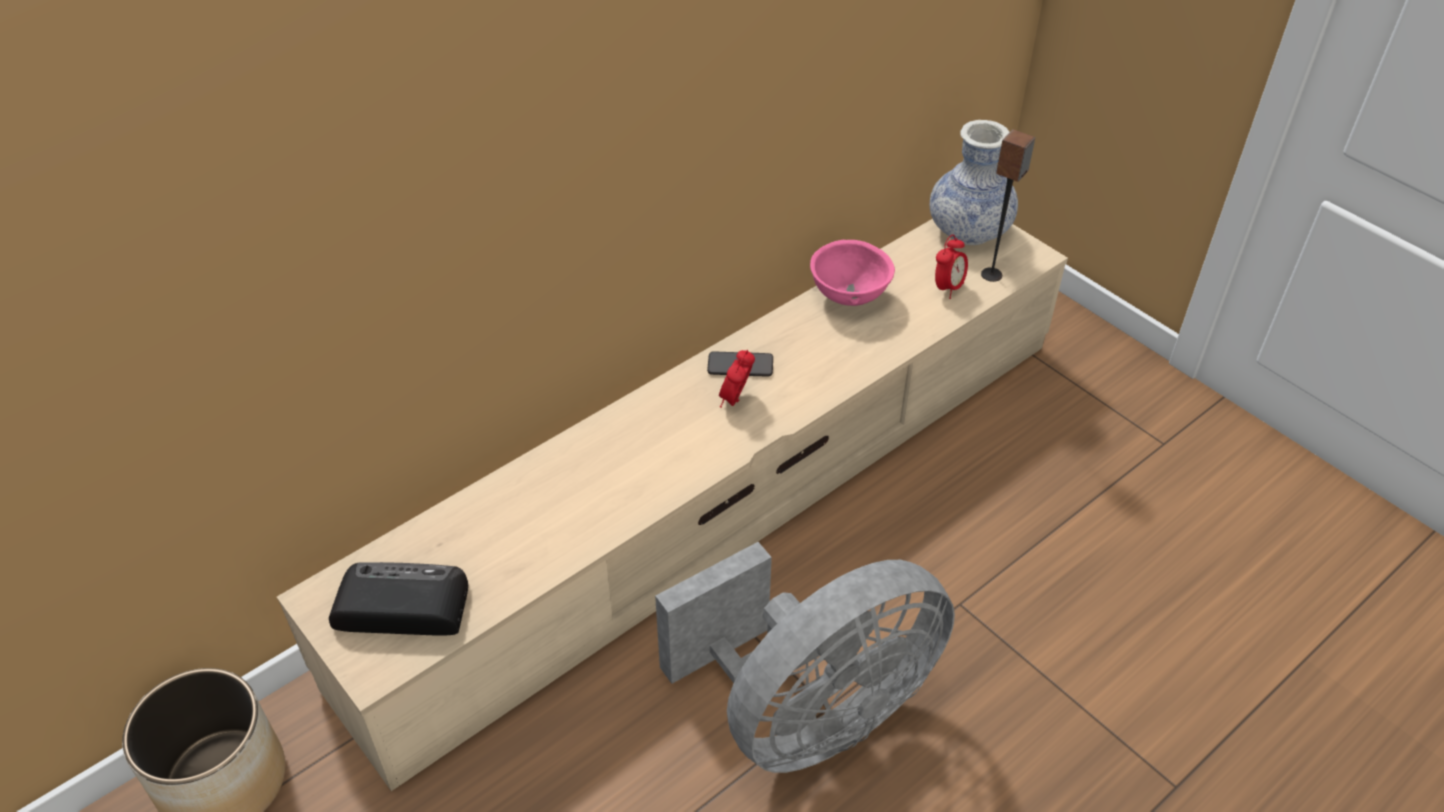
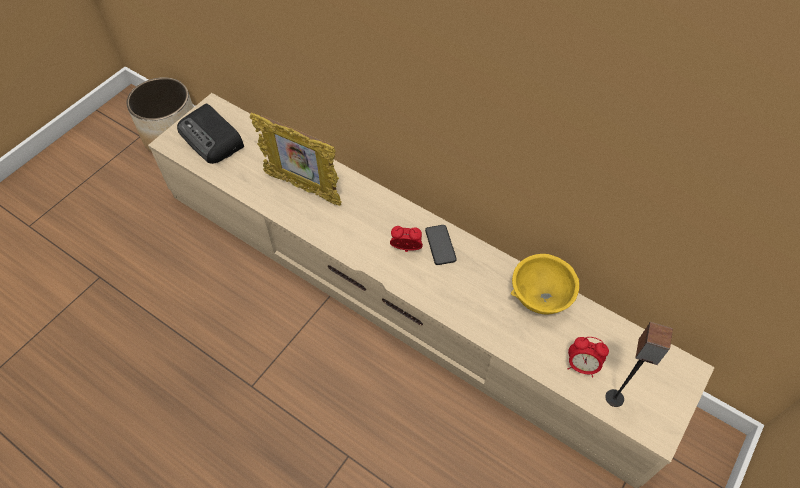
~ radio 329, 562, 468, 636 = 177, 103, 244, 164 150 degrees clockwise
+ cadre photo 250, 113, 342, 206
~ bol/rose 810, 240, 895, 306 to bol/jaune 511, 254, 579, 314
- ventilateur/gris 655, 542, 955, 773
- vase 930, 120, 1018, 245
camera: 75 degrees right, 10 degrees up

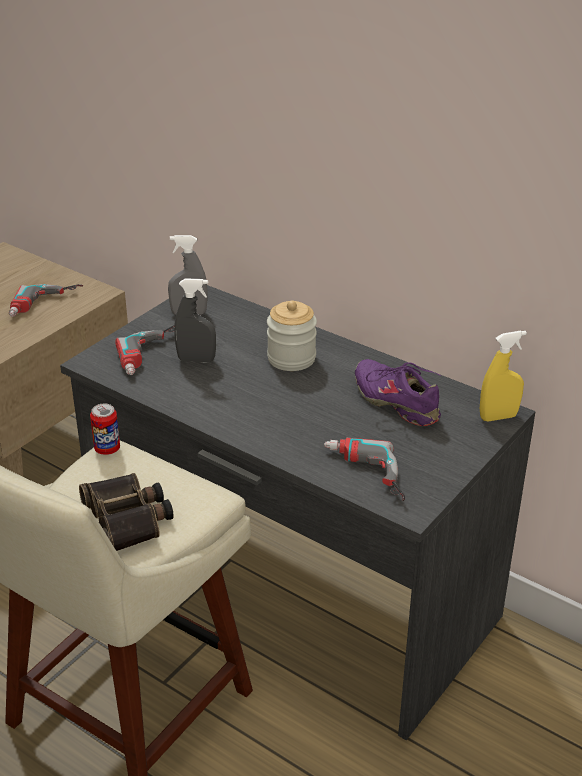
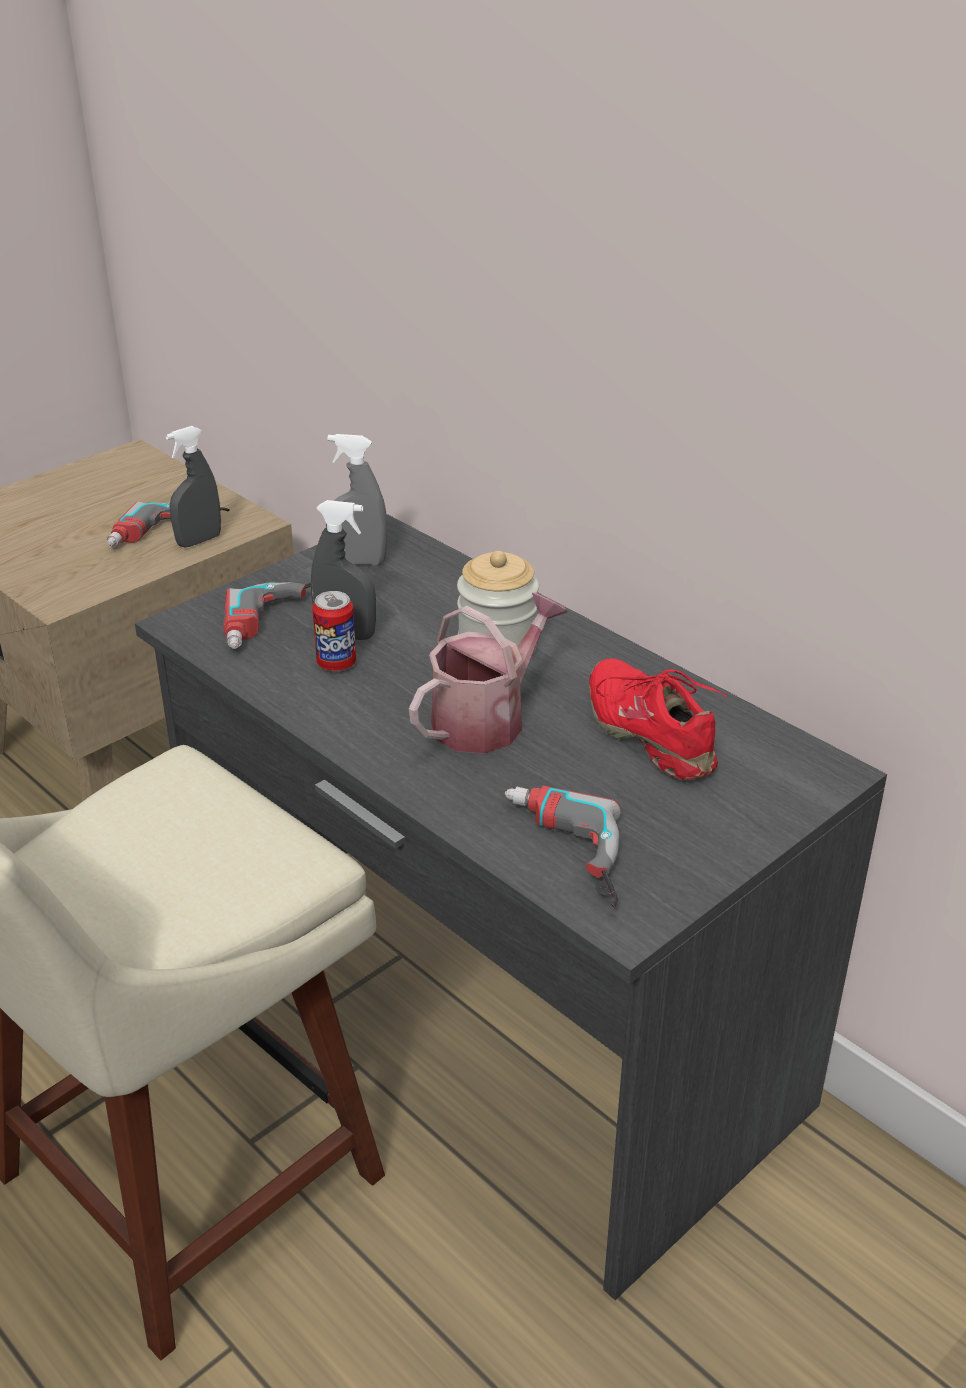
+ vaporisateur/gris 166, 426, 221, 548
~ boîte métallique 90, 404, 120, 455 to 312, 591, 356, 671
+ arrosoir 409, 593, 568, 754
~ chaussure/violet 355, 359, 441, 426 to chaussure/rouge 589, 658, 728, 780
- jumelles 79, 473, 174, 551
- vaporisateur/jaune 480, 331, 527, 422
camera: 10 degrees right, 0 degrees up

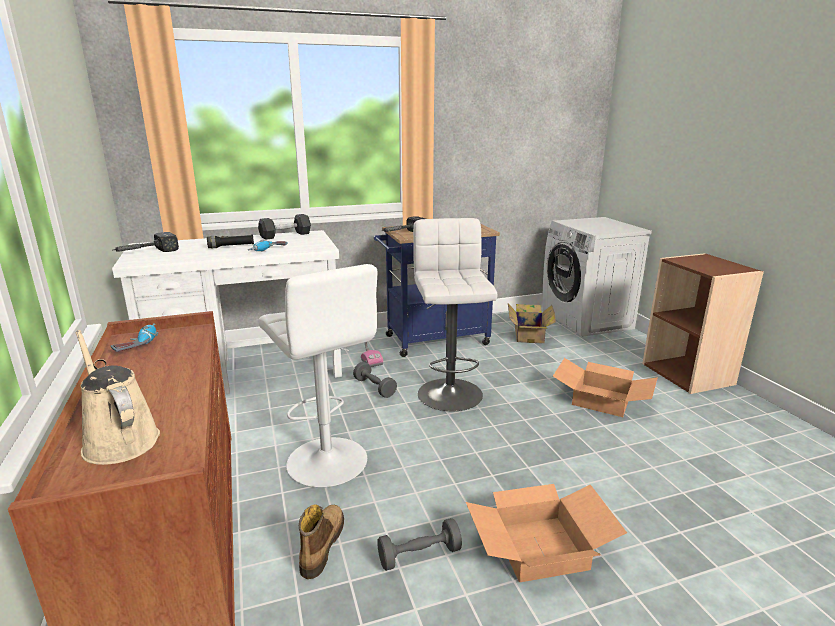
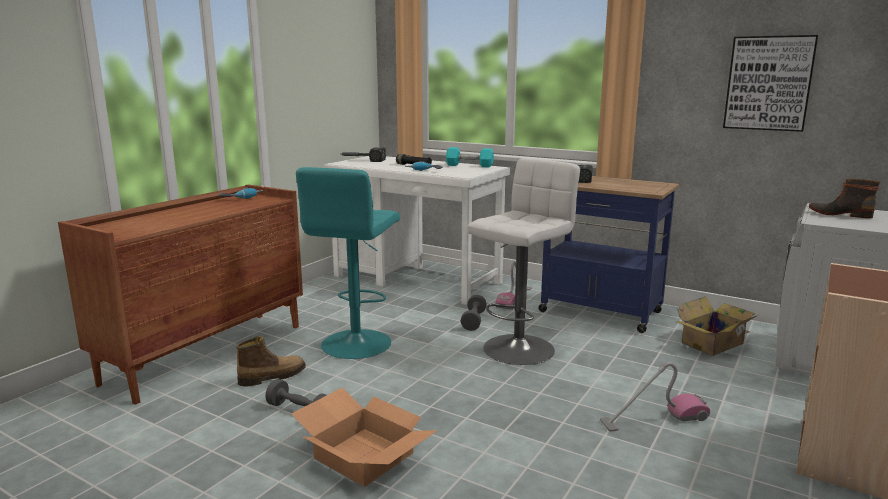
~ tabouret/blanc 259, 264, 377, 487 to tabouret/turquoise 296, 167, 400, 359
~ haltère/gris 258, 214, 311, 240 to haltère/turquoise 446, 147, 494, 167
~ carton 553, 358, 658, 417 to aspirateur 600, 362, 710, 432
+ tableau 723, 35, 818, 132
+ botte 809, 179, 880, 218
- arrosoir/beige 76, 330, 160, 465
camera: 50 degrees right, 5 degrees down

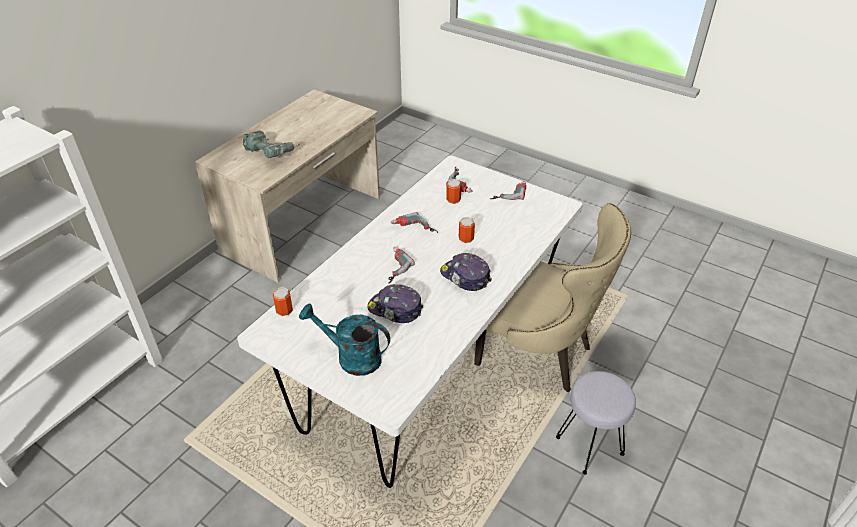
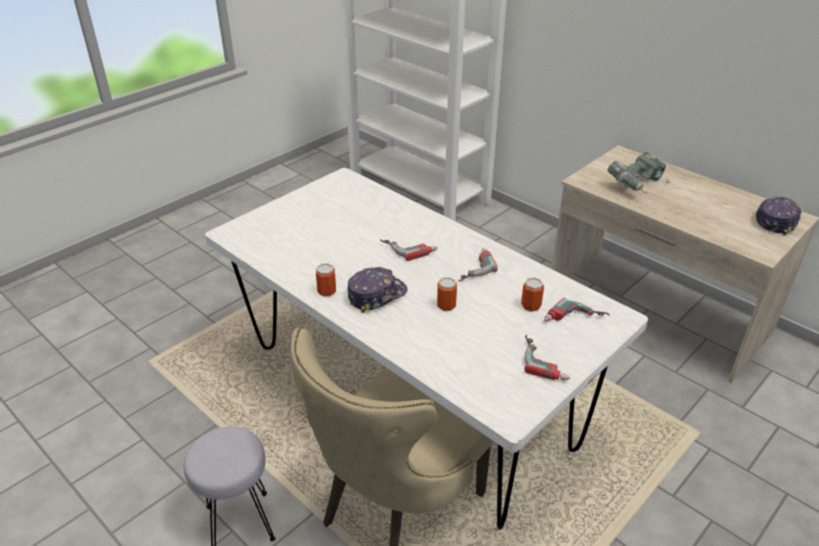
~ boîte métallique 273, 287, 293, 316 to 316, 263, 336, 297
~ casquette 367, 284, 423, 323 to 756, 197, 802, 236
- arrosoir/turquoise 299, 304, 390, 376
camera: 100 degrees right, 5 degrees down

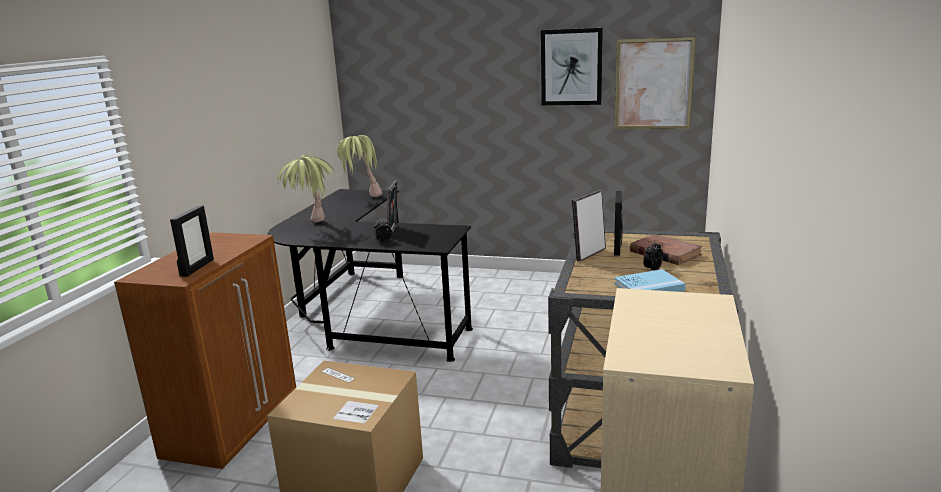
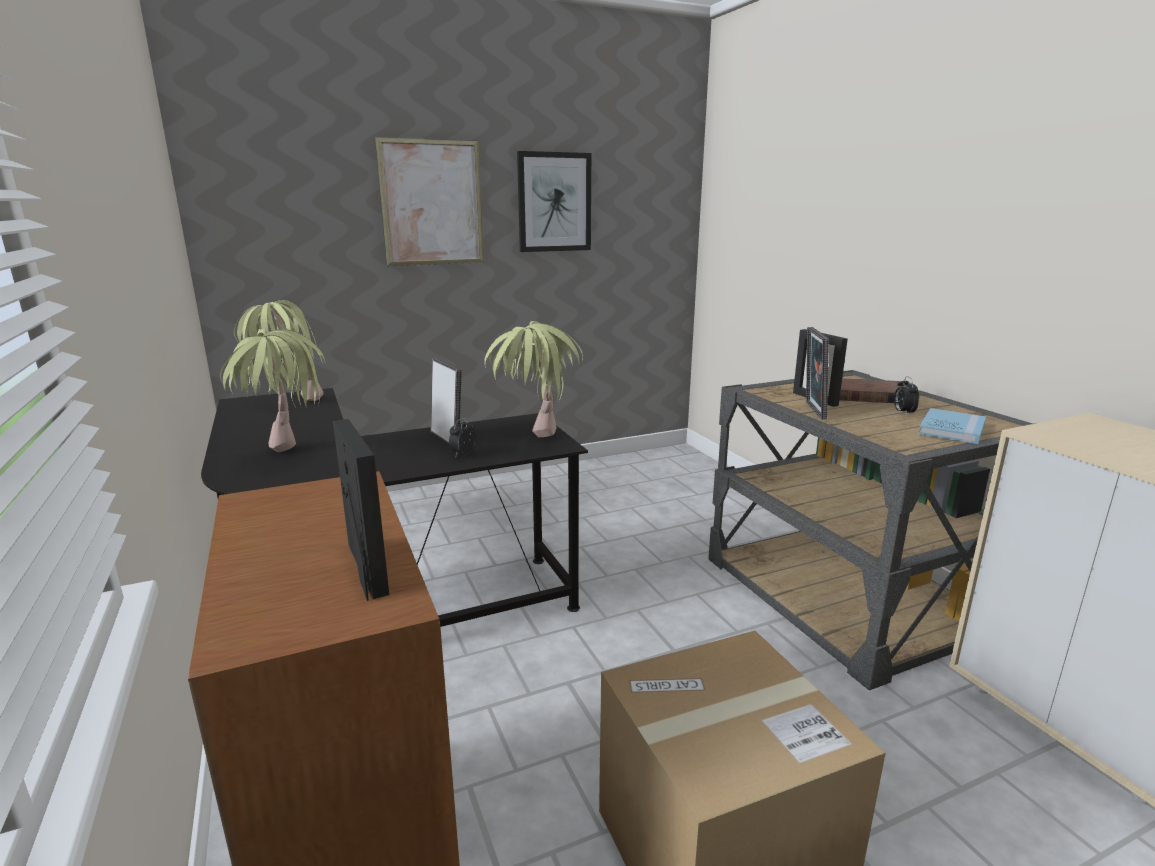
~ tableau 614, 37, 696, 129 to 375, 137, 484, 266
+ plante en pot 484, 321, 583, 437
camera: 40 degrees left, 0 degrees up

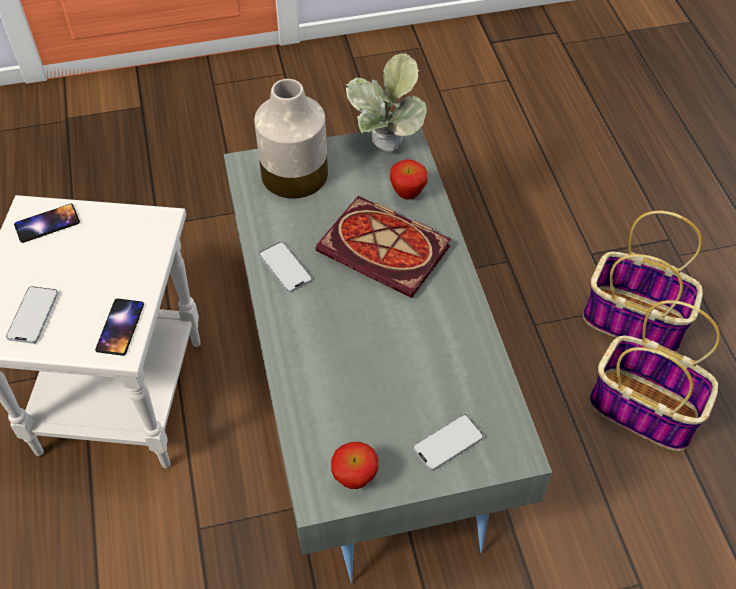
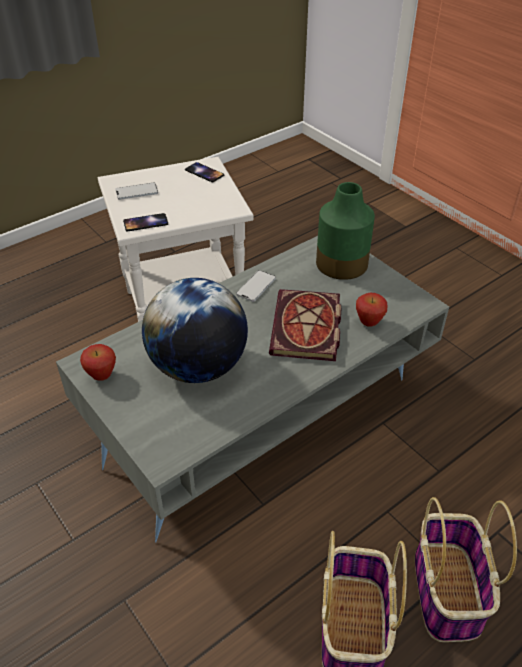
+ globe 142, 278, 248, 383
~ vase/beige 254, 79, 328, 198 to vase/vert 316, 182, 375, 280
- plante en pot 346, 53, 427, 151
- téléphone 413, 414, 484, 471
camera: 65 degrees right, 10 degrees down

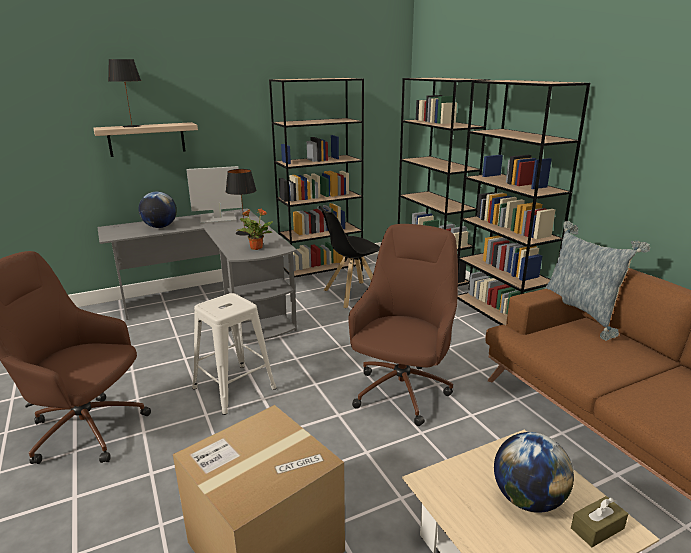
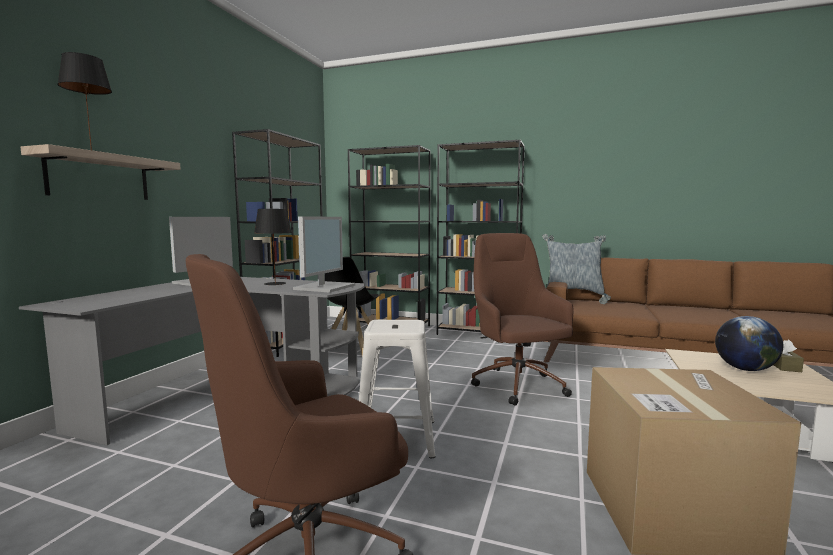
~ plante en pot 237, 208, 273, 250 to écran d'ordinateur 293, 216, 355, 293
- globe 138, 192, 177, 228
camera: 45 degrees left, 15 degrees down

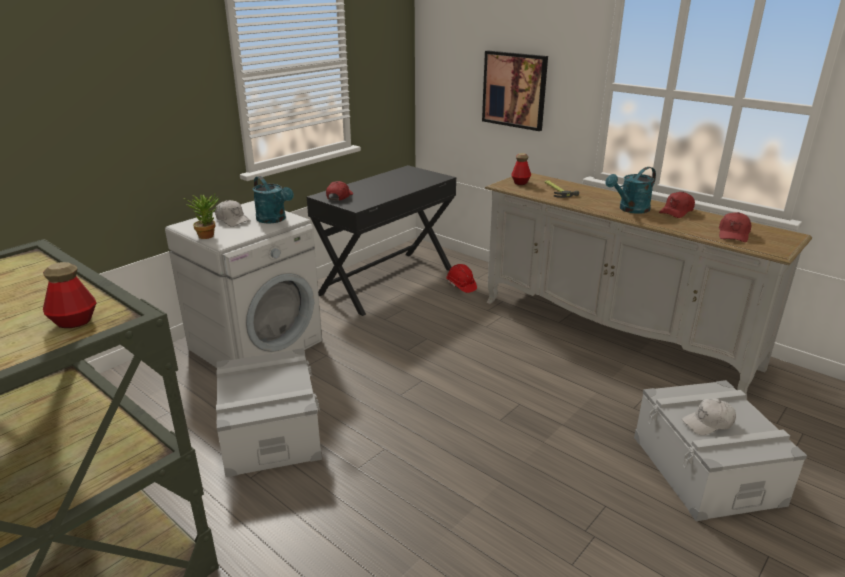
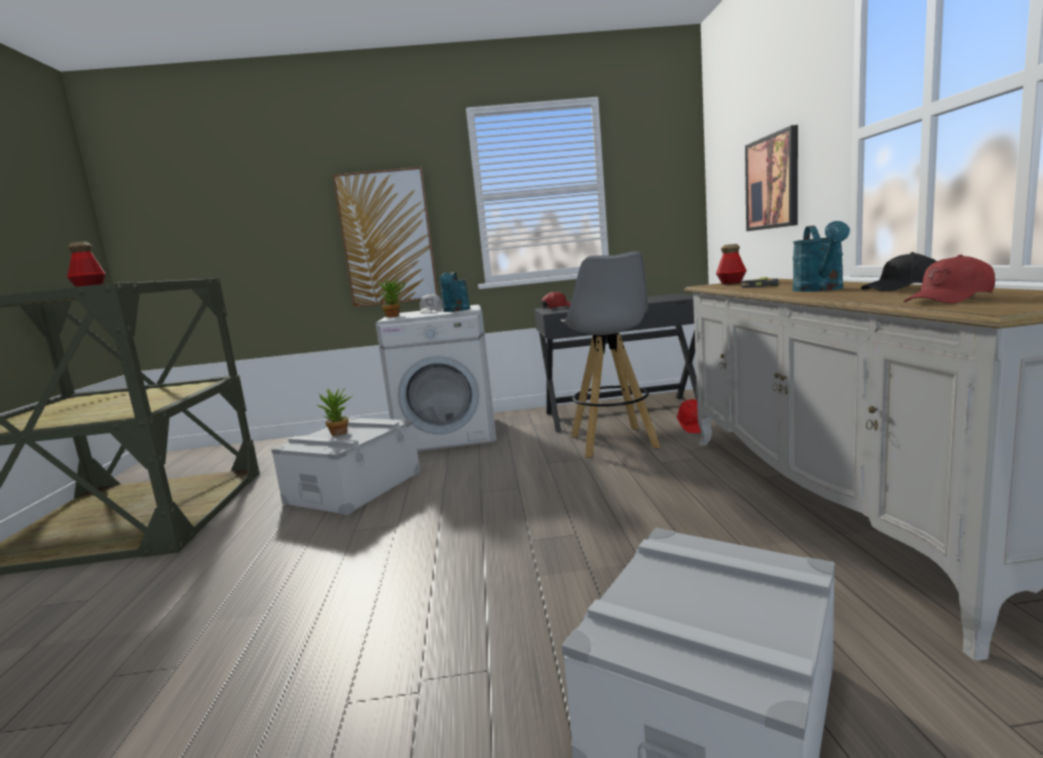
+ plante en pot 317, 388, 353, 436
+ tableau 333, 167, 438, 307
+ tabouret/gris 560, 251, 660, 458
~ arrosoir/turquoise 606, 167, 656, 214 = 792, 221, 850, 292 90 degrees counterclockwise
~ casquette/rouge 659, 192, 695, 218 to casquette/noir 861, 252, 937, 292
- casquette/blanc 682, 398, 736, 435
camera: 45 degrees right, 15 degrees down

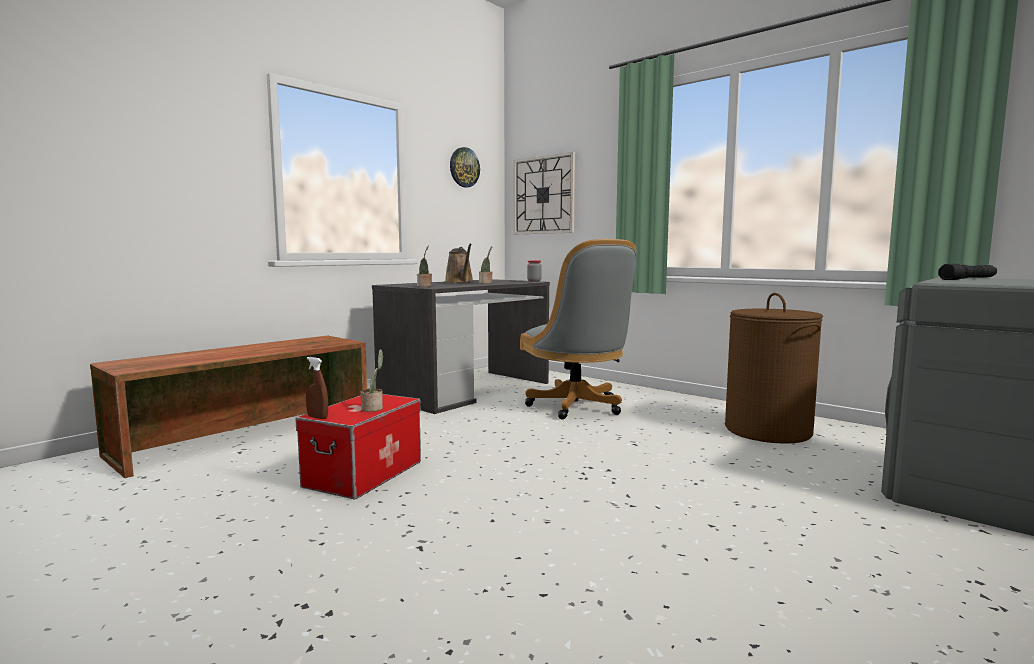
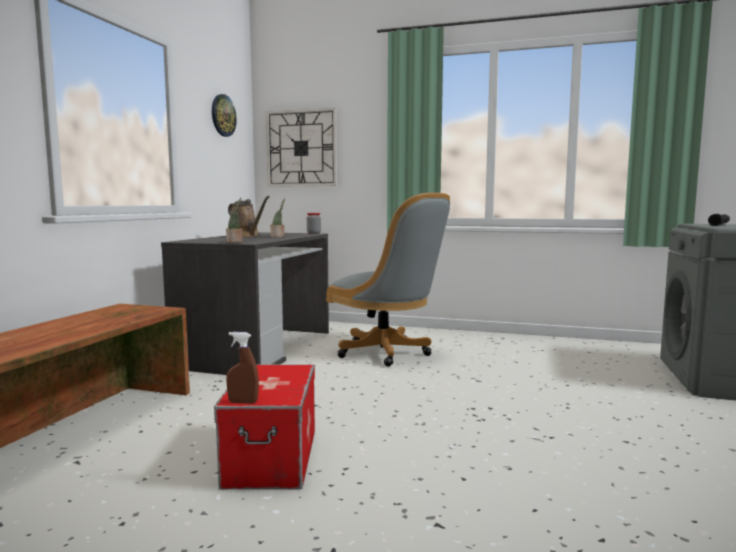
- plante en pot 361, 349, 383, 412
- panier à linge/marron 725, 293, 823, 444
camera: 25 degrees left, 0 degrees up

